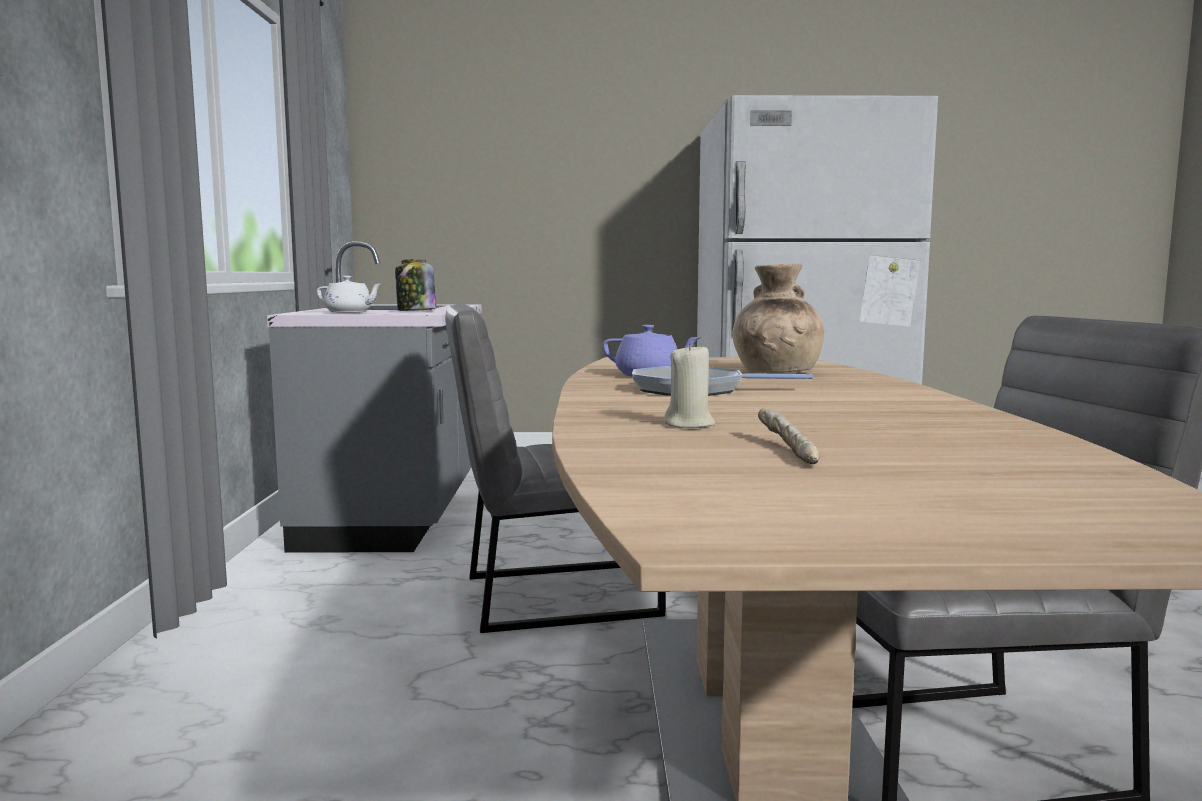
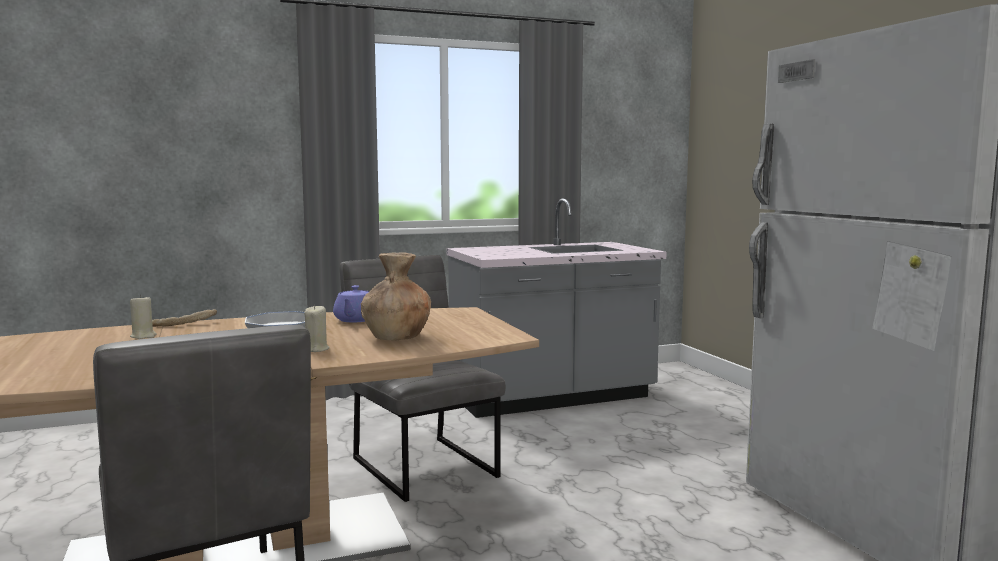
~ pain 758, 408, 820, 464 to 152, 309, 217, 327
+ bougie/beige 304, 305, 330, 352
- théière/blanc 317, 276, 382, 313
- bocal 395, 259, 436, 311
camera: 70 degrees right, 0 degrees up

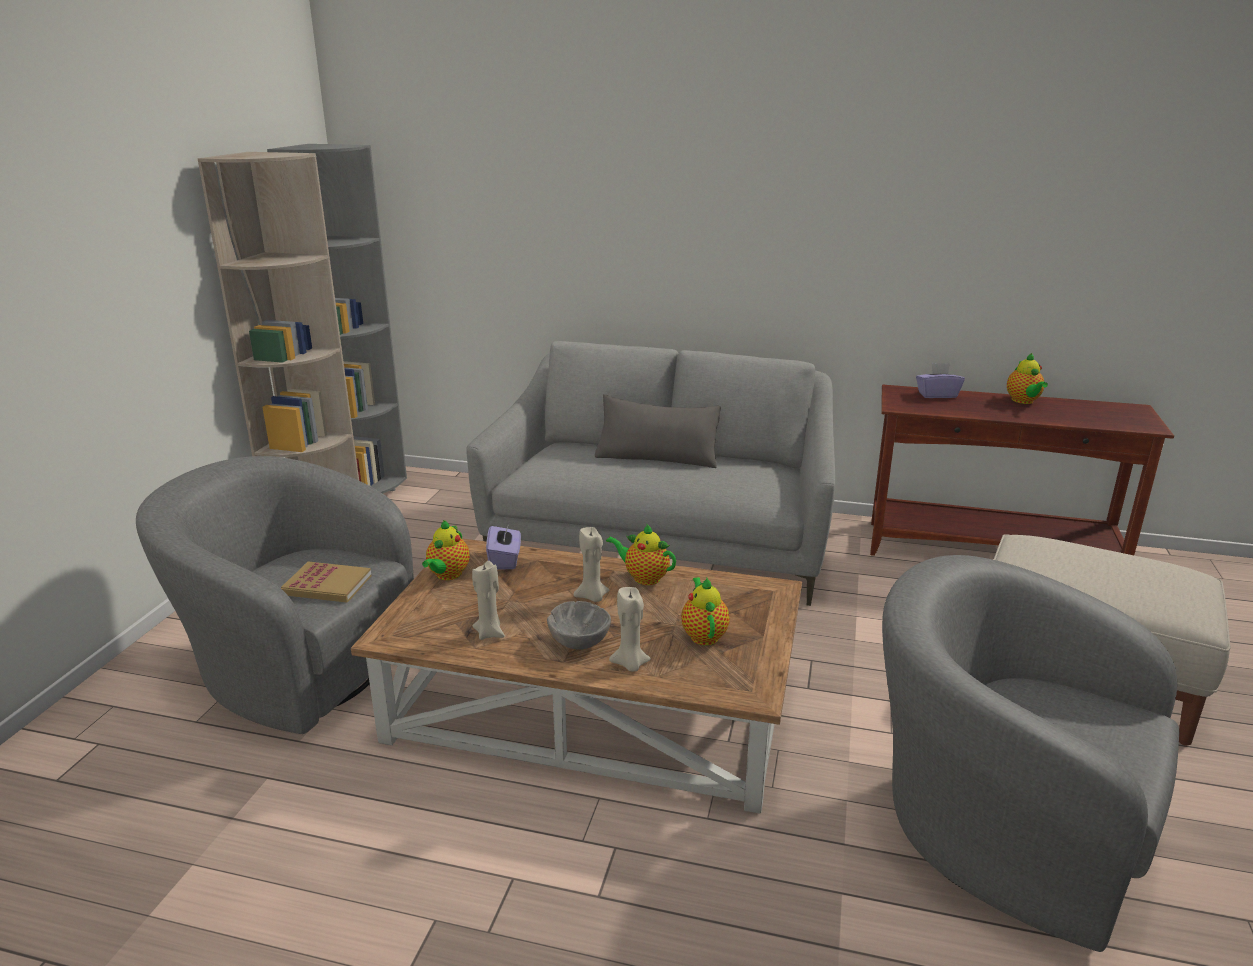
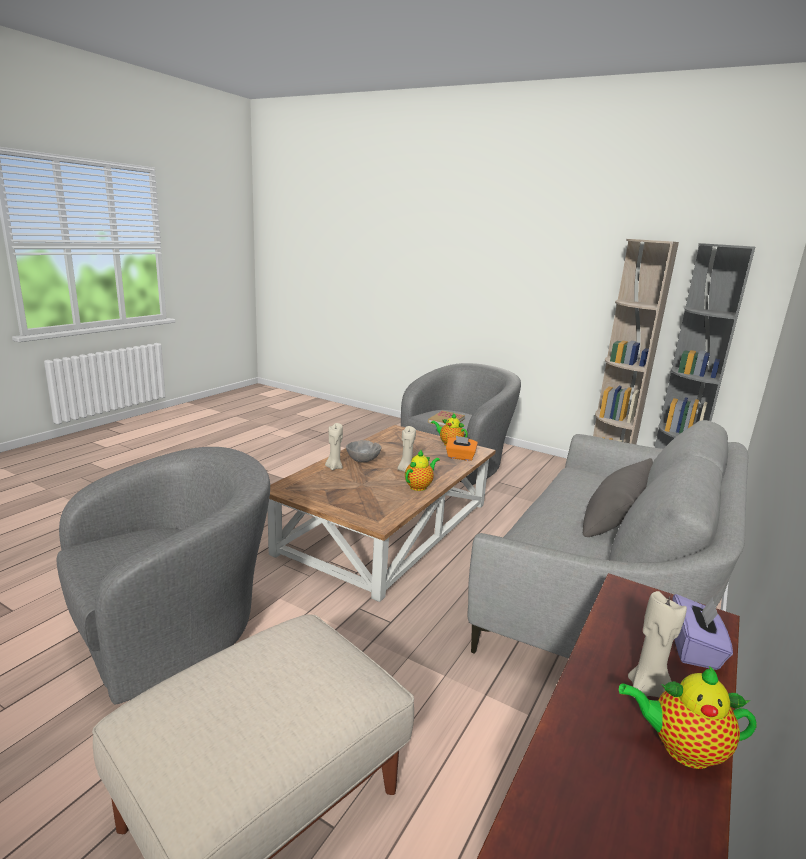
~ boîte à mouchoirs/violet 486, 521, 521, 570 to boîte à mouchoirs/orange 446, 436, 478, 461
~ bougie/beige 472, 561, 505, 640 to 628, 591, 687, 698
- théière 681, 577, 730, 645
camera: 105 degrees right, 5 degrees down

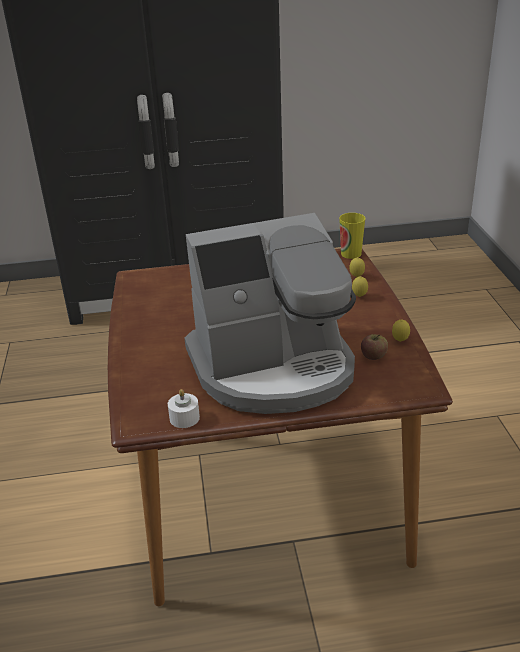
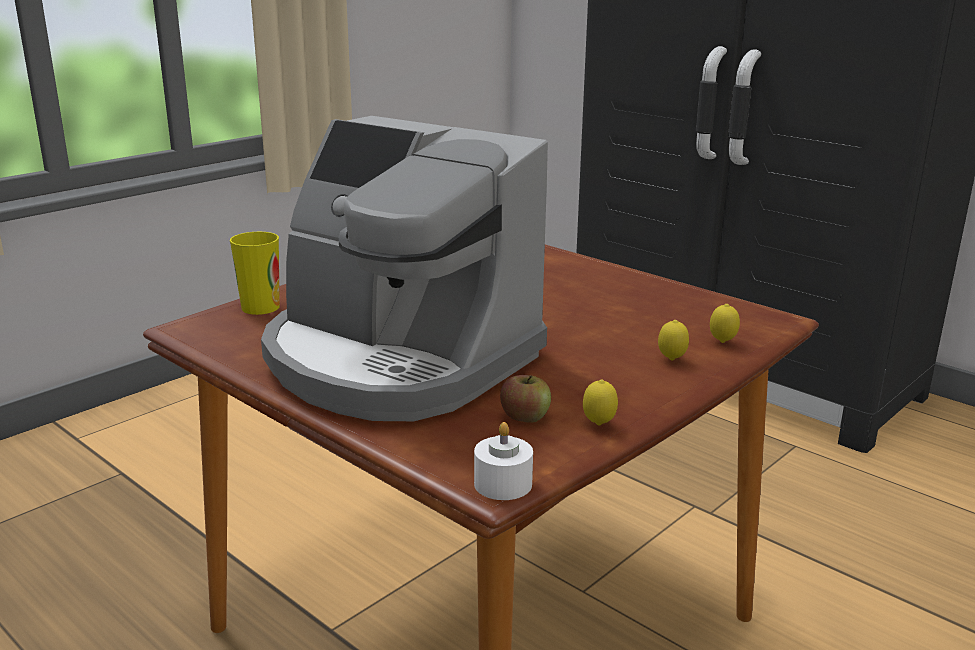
~ tasse 339, 213, 365, 259 to 230, 232, 280, 315
~ bougie/blanc 168, 389, 200, 428 to 474, 422, 533, 500
camera: 50 degrees right, 10 degrees down

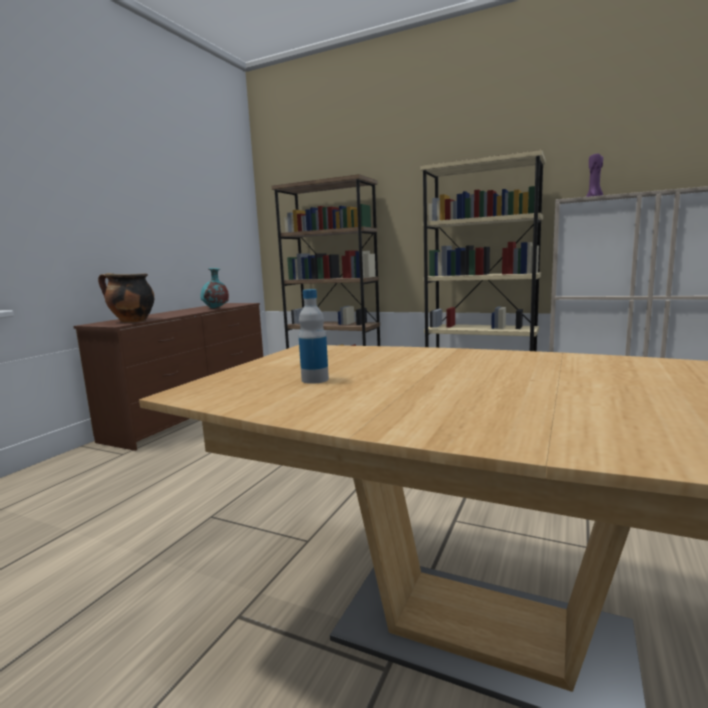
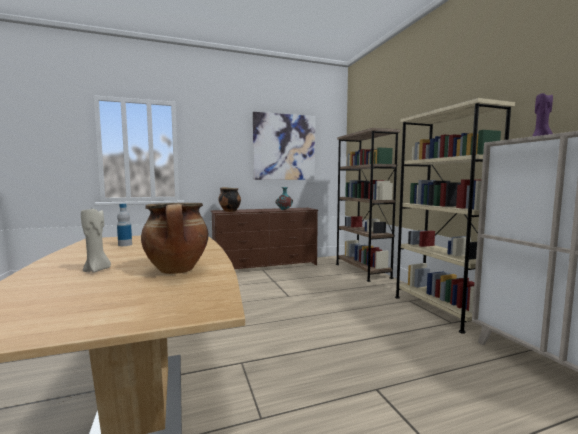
+ bougie/beige 81, 209, 111, 273
+ marmite 141, 203, 208, 274
+ tableau 253, 112, 315, 180
camera: 45 degrees right, 5 degrees down

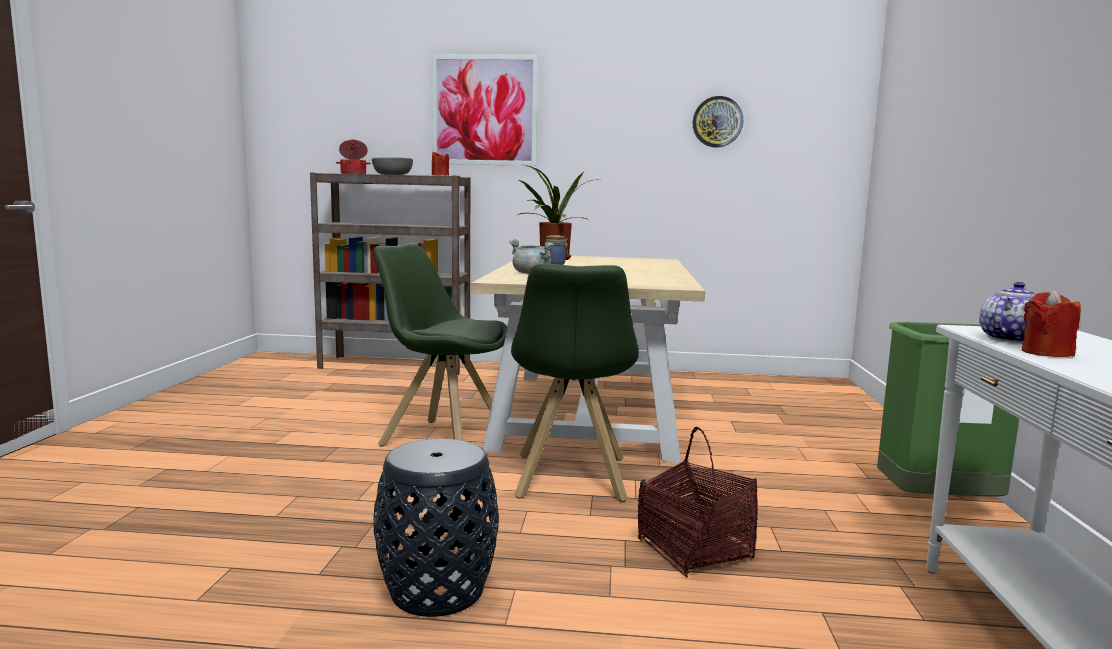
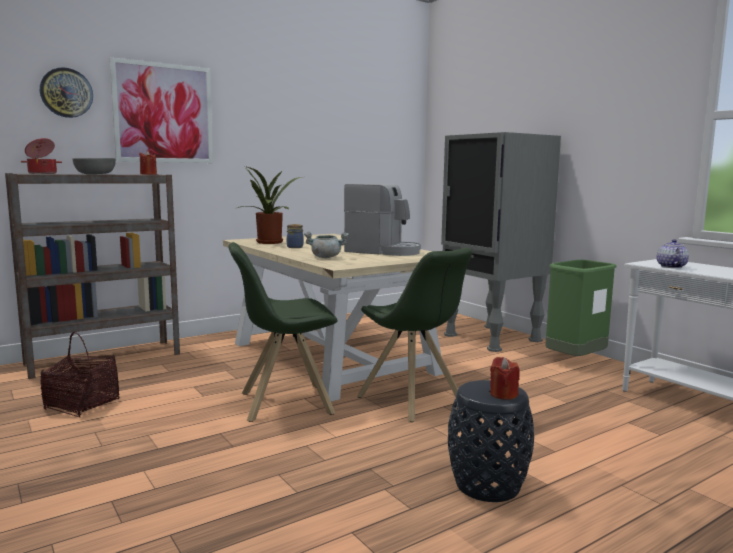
~ horloge murale 693, 96, 743, 148 to 40, 67, 93, 118
~ panier 638, 427, 758, 577 to 40, 332, 119, 417
+ machine à café 344, 183, 421, 256
+ meuble de rangement/gris 441, 132, 561, 352
~ bougie/rouge 1022, 289, 1081, 357 to 490, 357, 520, 400
camera: 40 degrees left, 0 degrees up

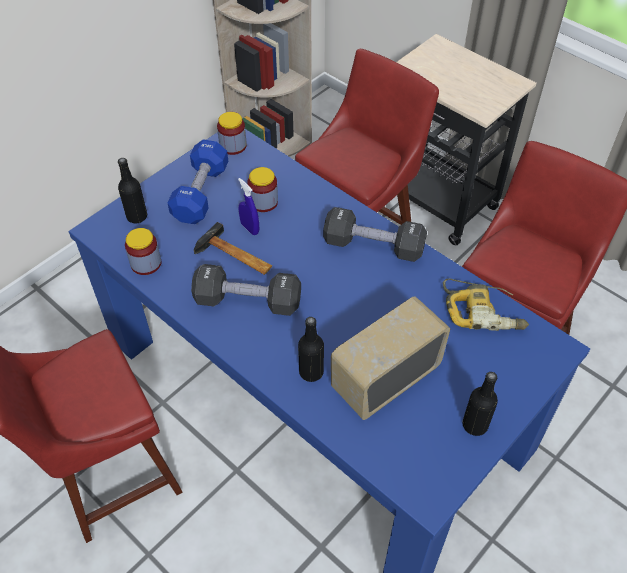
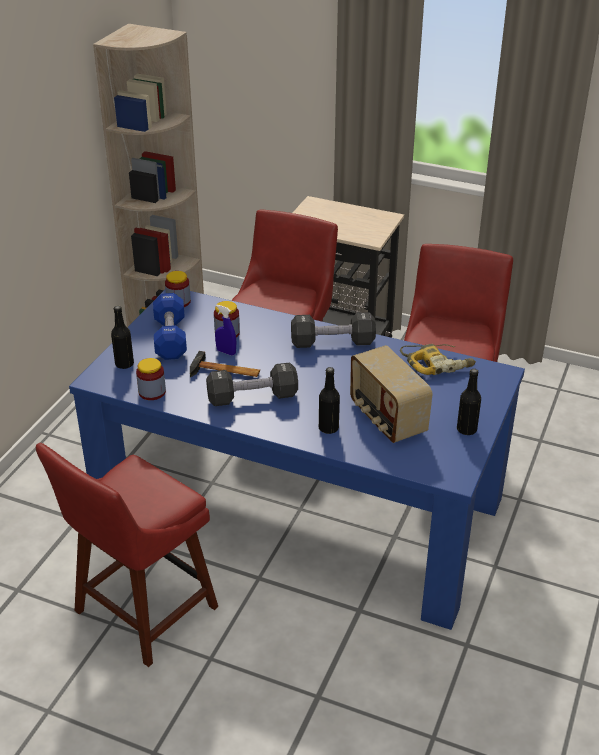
~ radio 331, 297, 450, 420 = 350, 345, 433, 443 60 degrees counterclockwise
camera: 20 degrees left, 15 degrees down

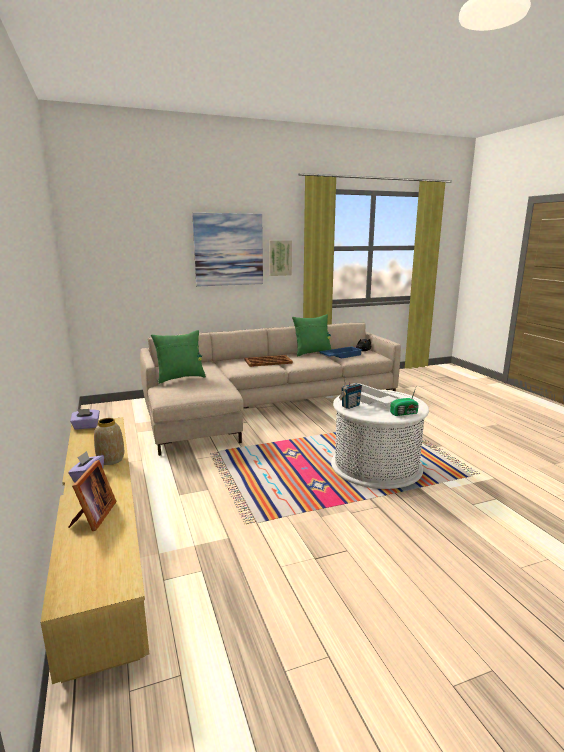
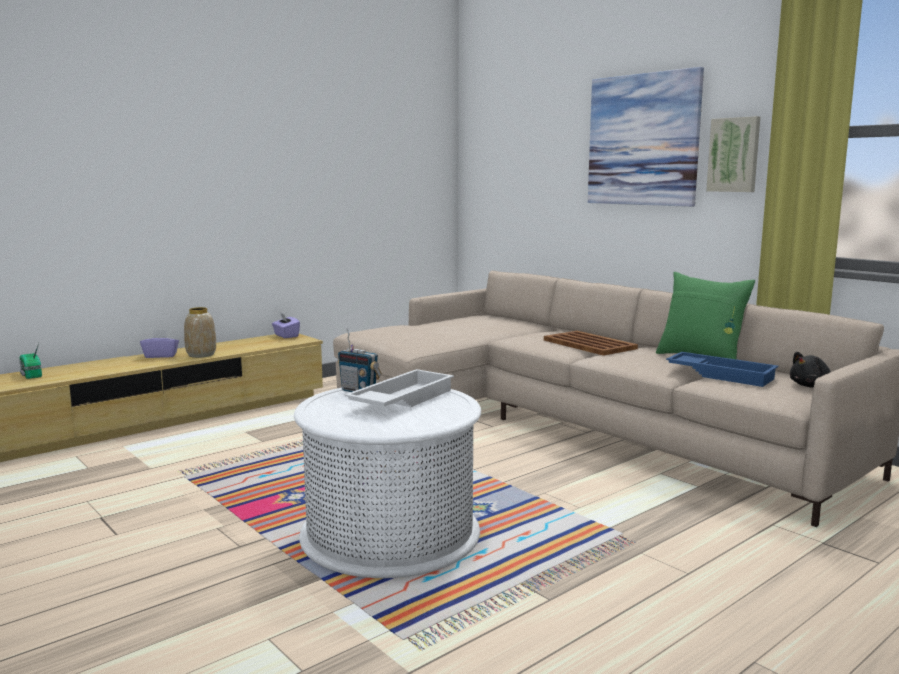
~ radio 390, 388, 419, 416 to 19, 343, 42, 379
- cadre photo 68, 460, 117, 531
- coussin/vert 151, 330, 206, 384
camera: 70 degrees right, 5 degrees down

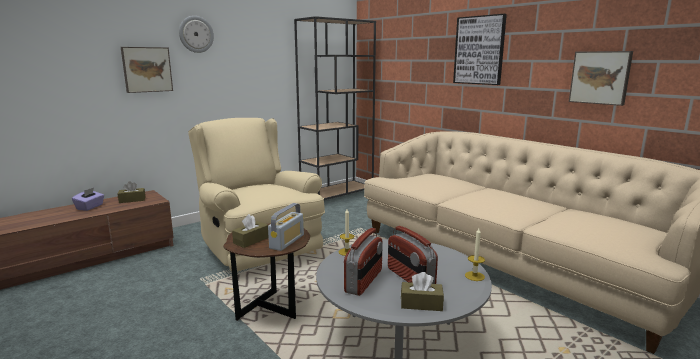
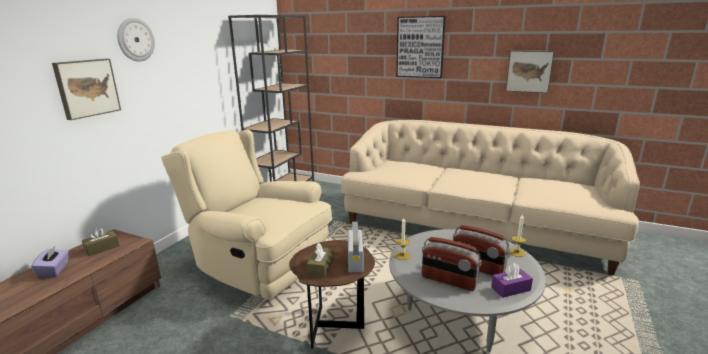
~ radio 344, 228, 383, 296 = 422, 237, 482, 291 120 degrees clockwise
~ boîte à mouchoirs/marron 401, 272, 444, 311 to boîte à mouchoirs/violet 491, 263, 533, 298
camera: 25 degrees left, 5 degrees up

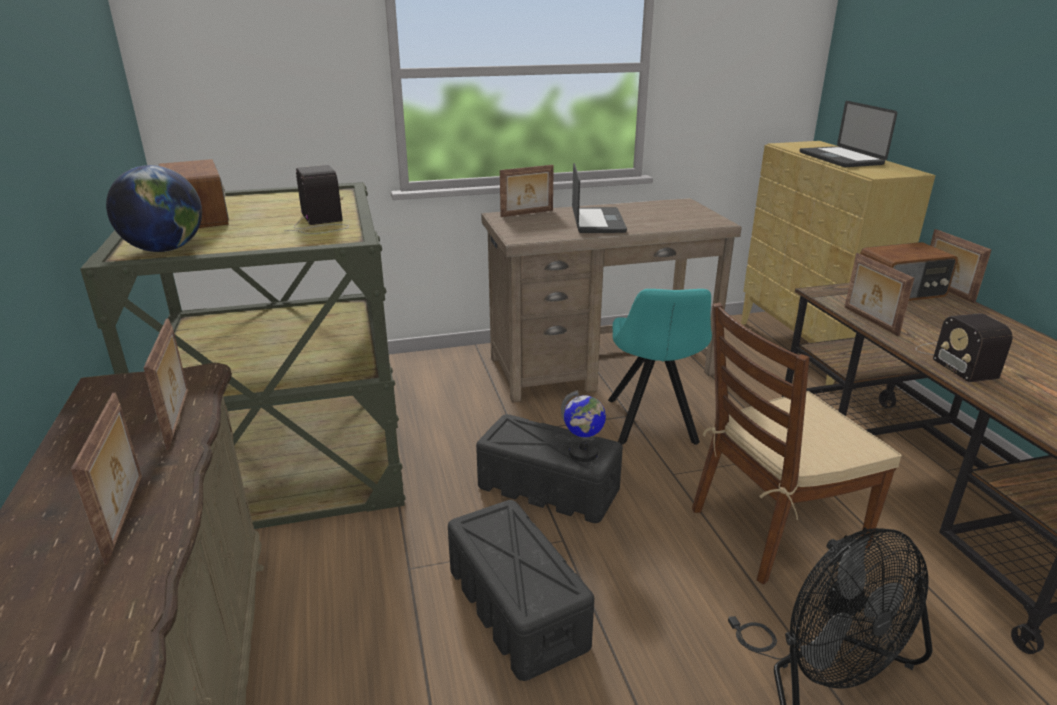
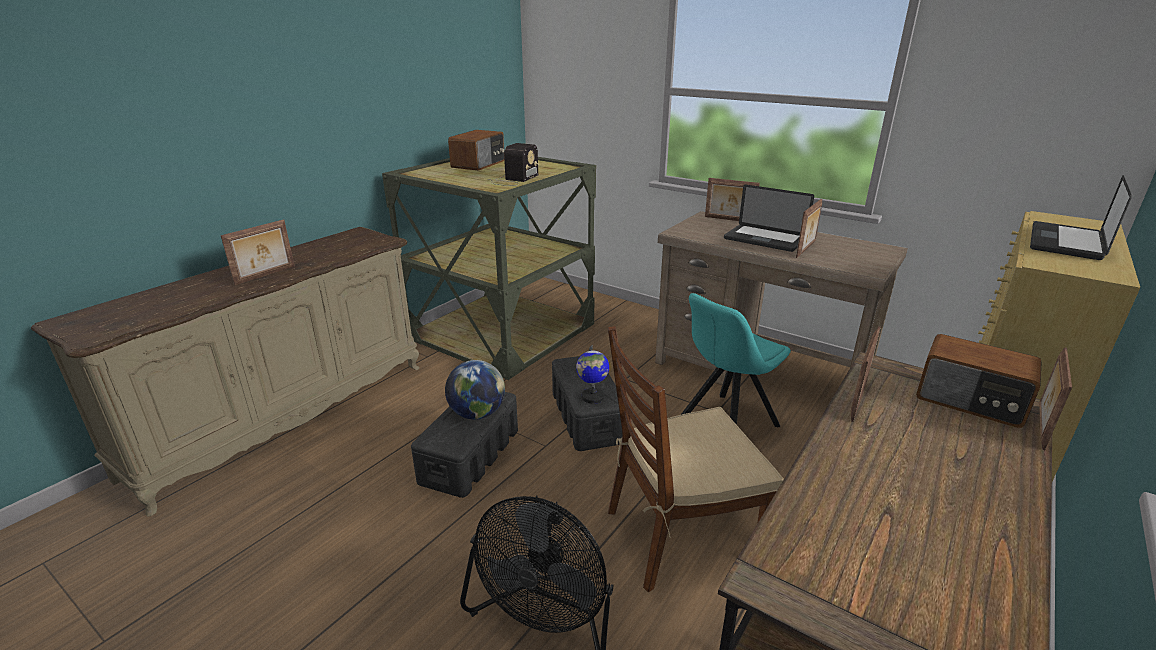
~ globe 106, 165, 202, 252 to 445, 360, 505, 420
~ chaise/marron 692, 303, 902, 585 = 608, 326, 784, 593 45 degrees counterclockwise
~ ordinateur portable 572, 163, 627, 233 = 724, 185, 814, 252 75 degrees clockwise
~ cadre photo 143, 318, 188, 450 to 796, 199, 822, 258
- radio 916, 313, 1012, 382
camera: 50 degrees right, 0 degrees up

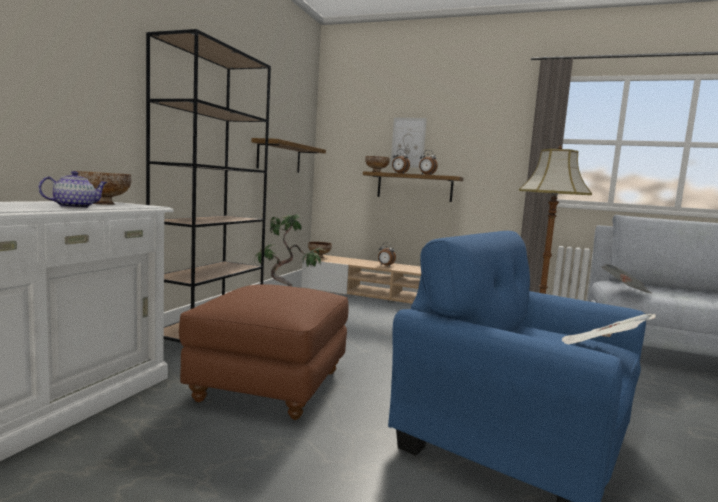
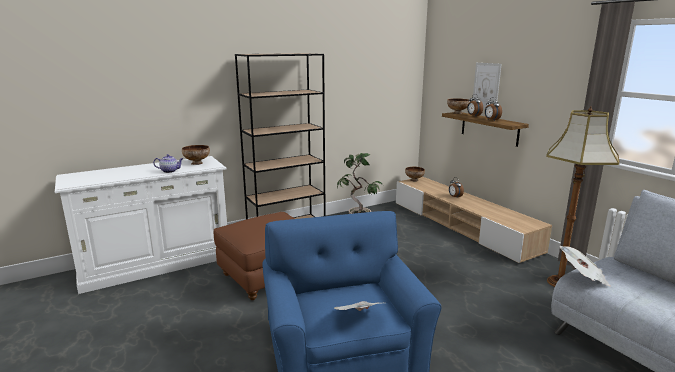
- étagère 251, 138, 326, 173
camera: 40 degrees right, 10 degrees up

